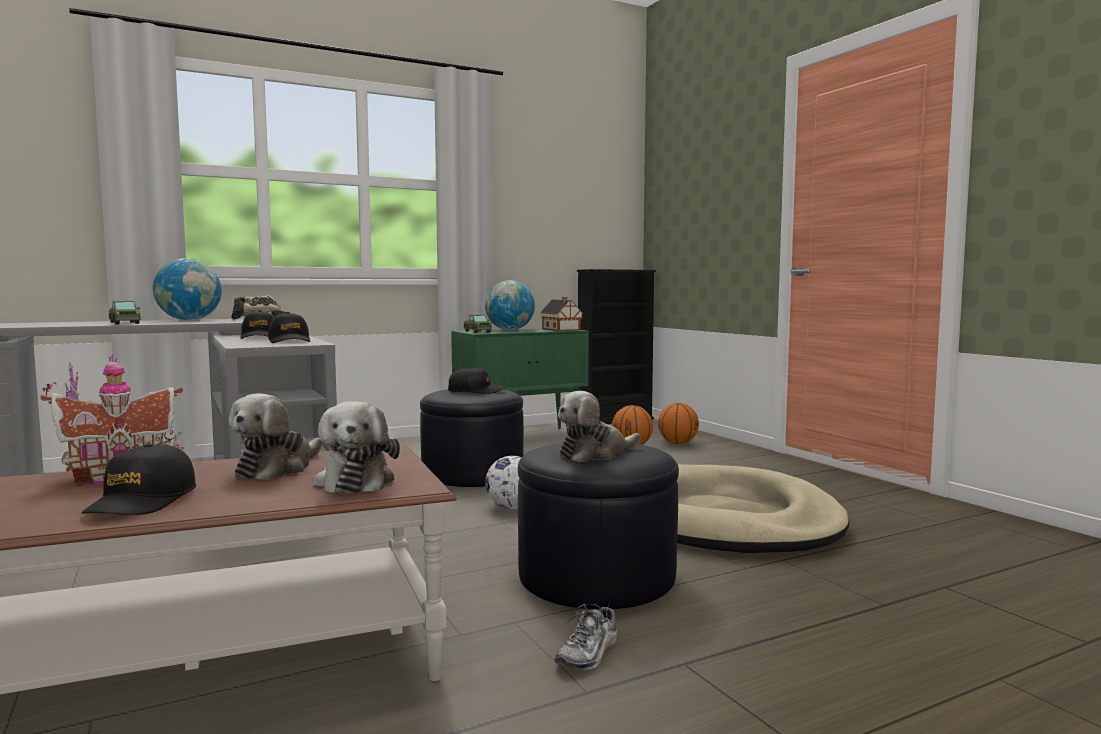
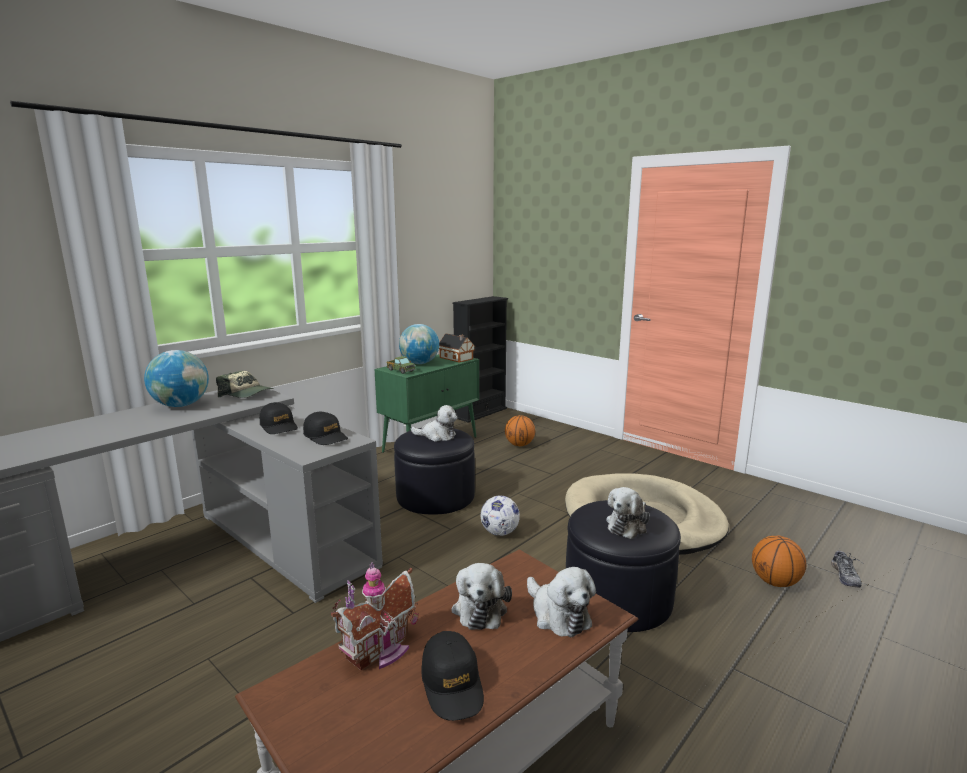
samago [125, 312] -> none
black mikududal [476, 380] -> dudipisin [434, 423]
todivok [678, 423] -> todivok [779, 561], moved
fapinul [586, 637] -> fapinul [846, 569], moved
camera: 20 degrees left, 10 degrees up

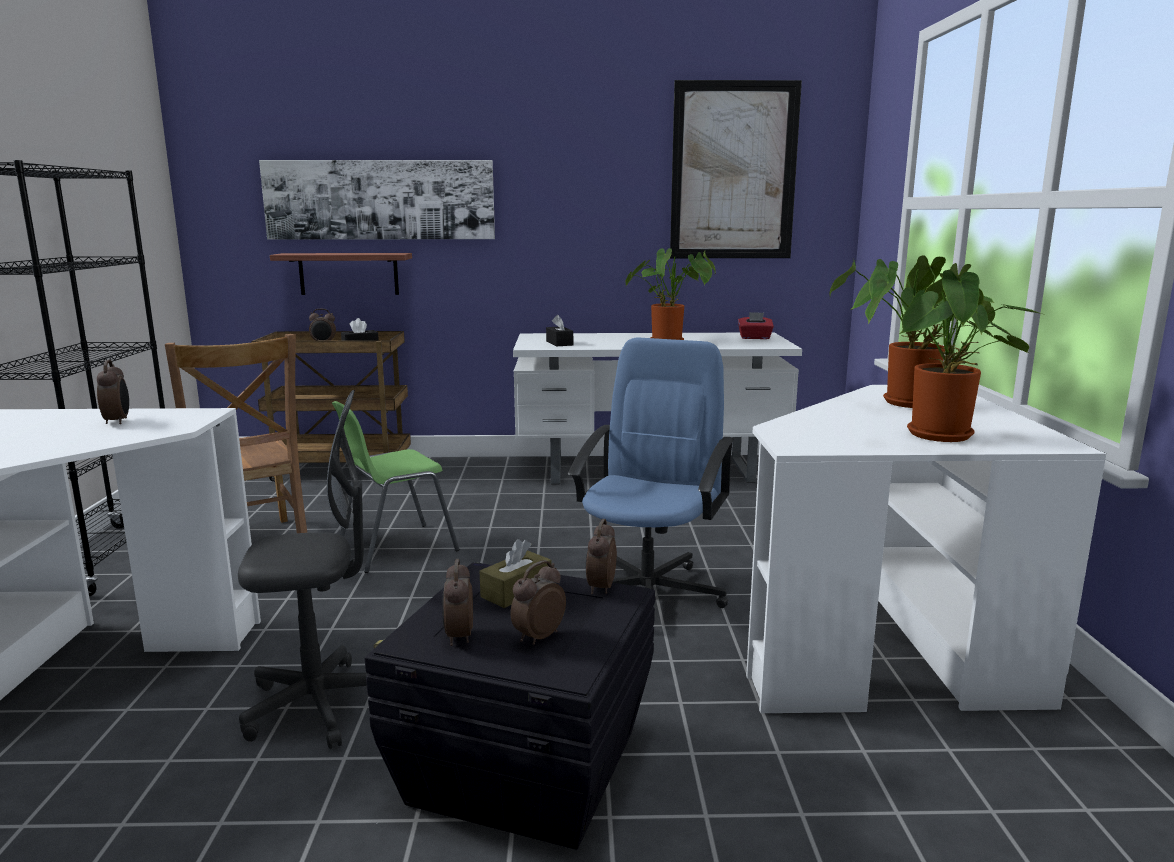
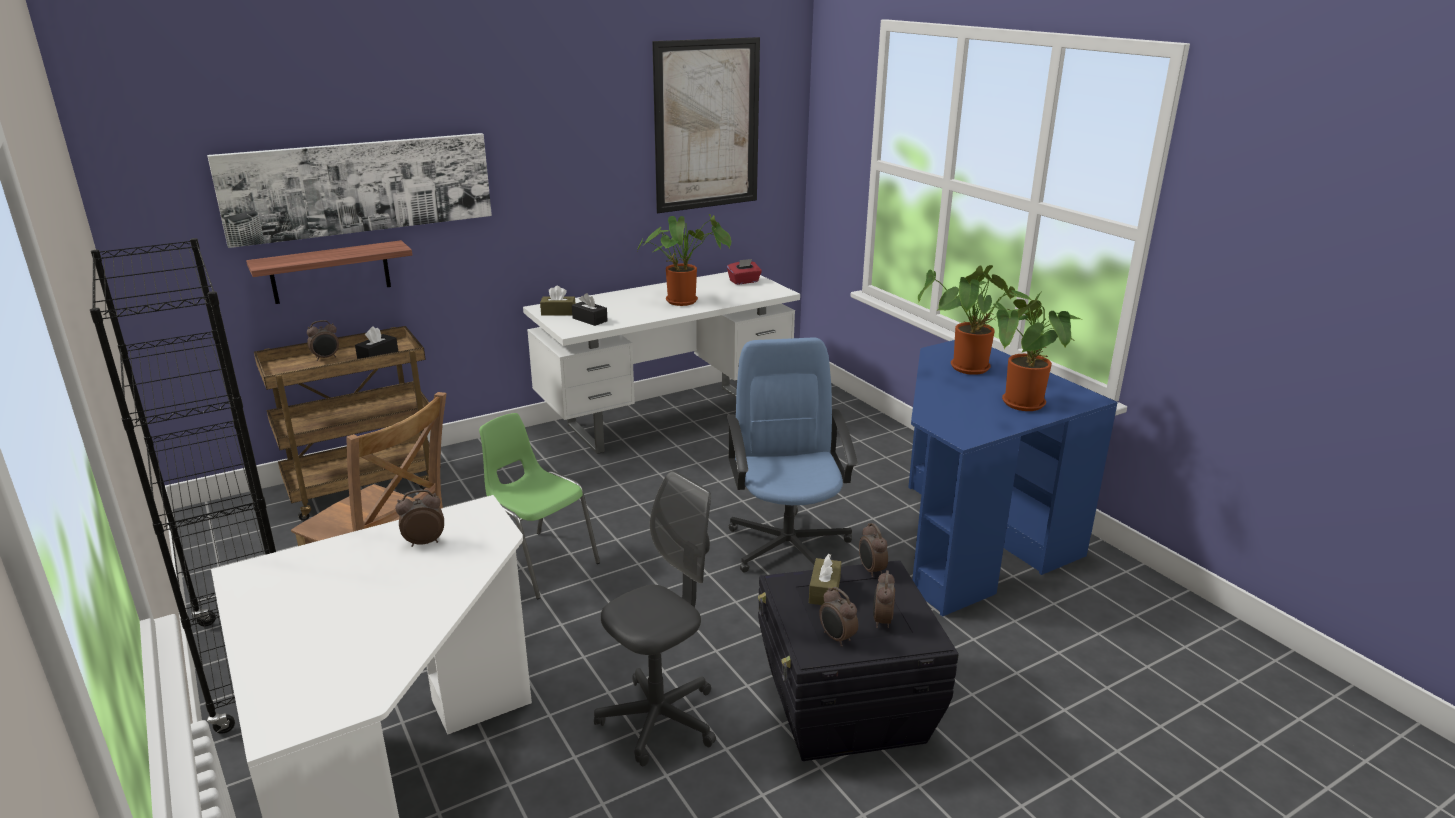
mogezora [113, 392] -> mogezora [419, 518], 60 degrees counterclockwise
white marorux [926, 549] -> blue marorux [1013, 478]
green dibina [395, 487] -> green dibina [539, 506], 105 degrees clockwise
none -> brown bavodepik [558, 301]
camera: 30 degrees left, 10 degrees up

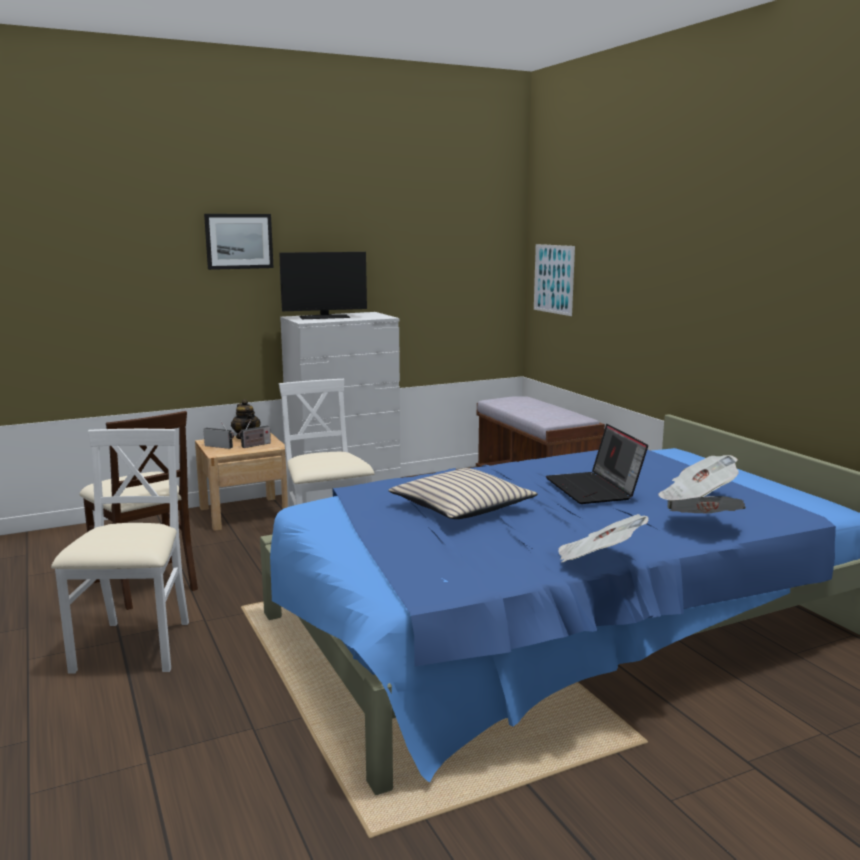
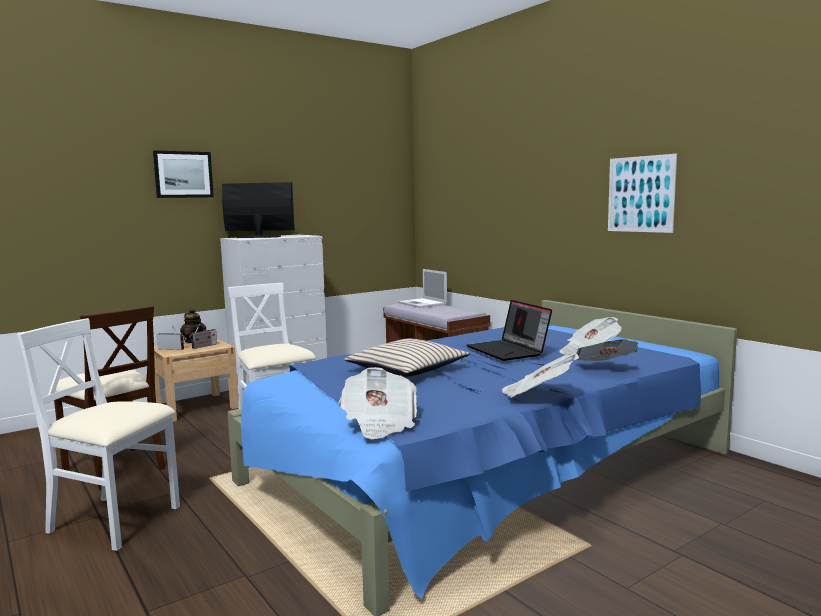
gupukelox [554, 280] -> gupukelox [642, 193], moved
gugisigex [323, 285] -> gugisigex [258, 210], 150 degrees counterclockwise
white dibina [120, 551] -> white dibina [98, 434], 60 degrees counterclockwise
none -> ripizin [422, 288]
none -> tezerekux [378, 403]
camera: 10 degrees left, 5 degrees down

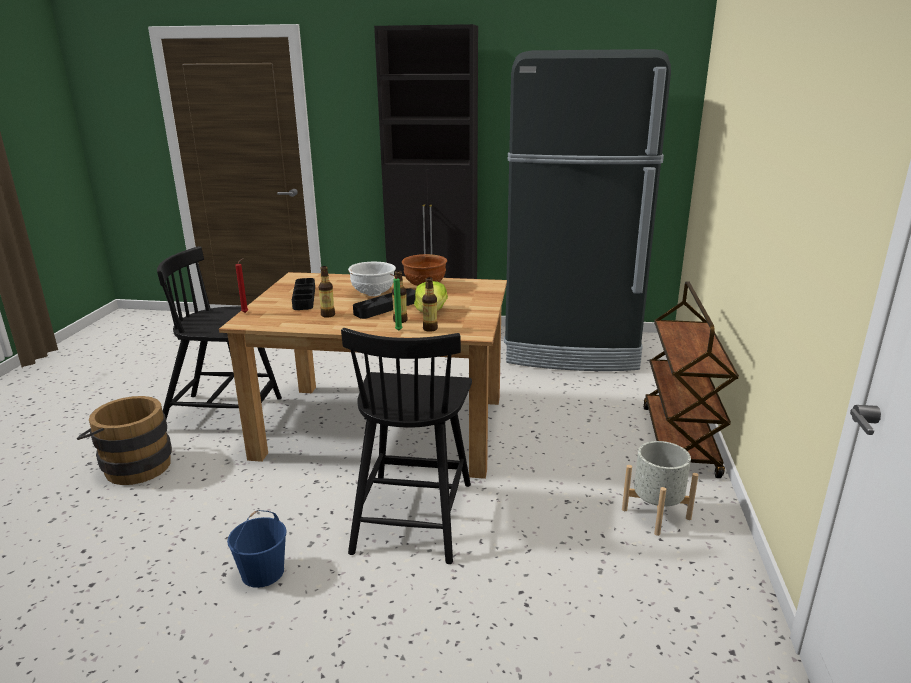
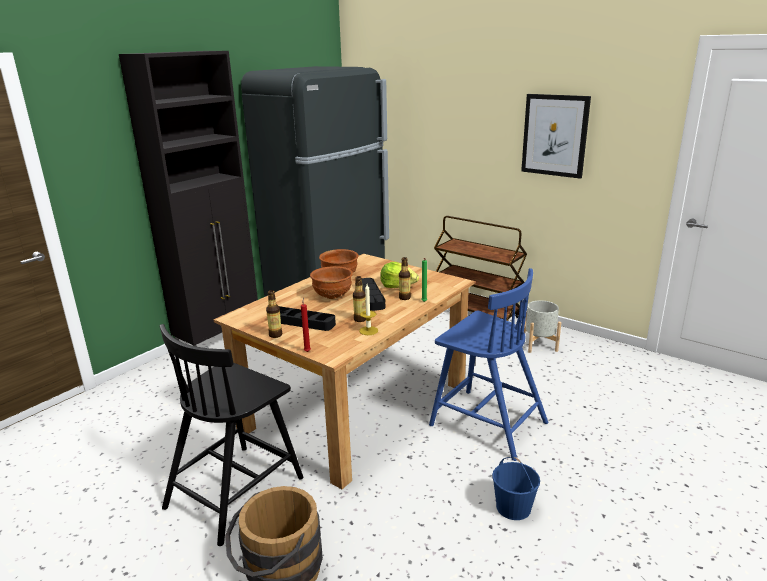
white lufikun [372, 279] -> brown lufikun [331, 282]
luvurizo [430, 304] -> luvurizo [274, 314], moved
black dibina [406, 446] -> blue dibina [488, 364]
none -> gupukelox [556, 136]
none -> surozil [368, 309]
camera: 60 degrees left, 0 degrees up

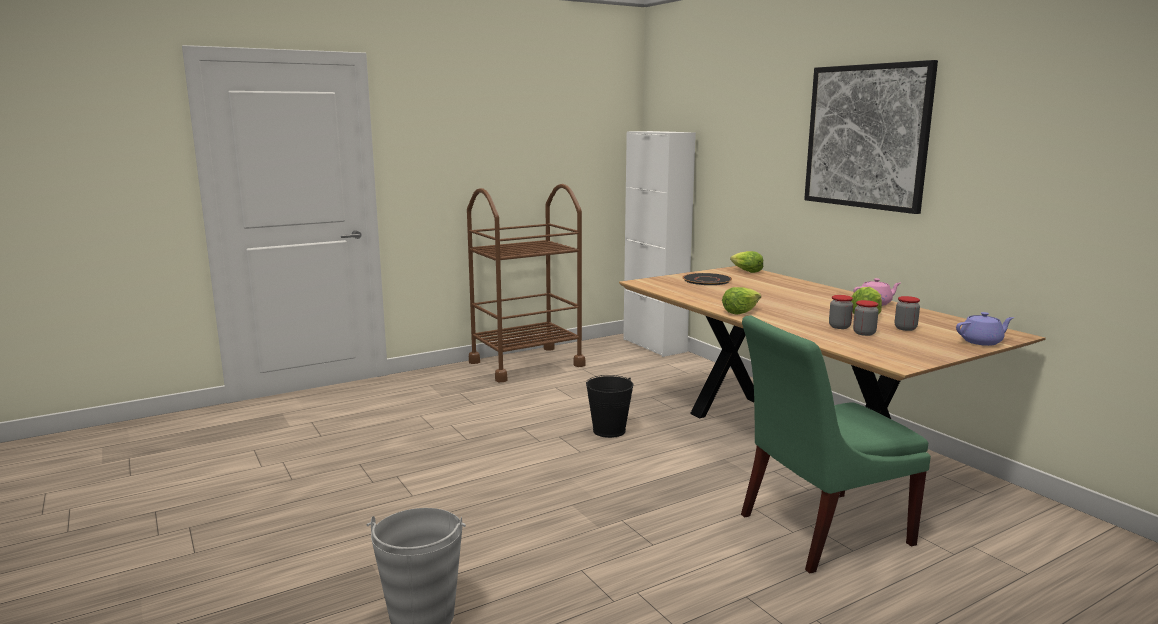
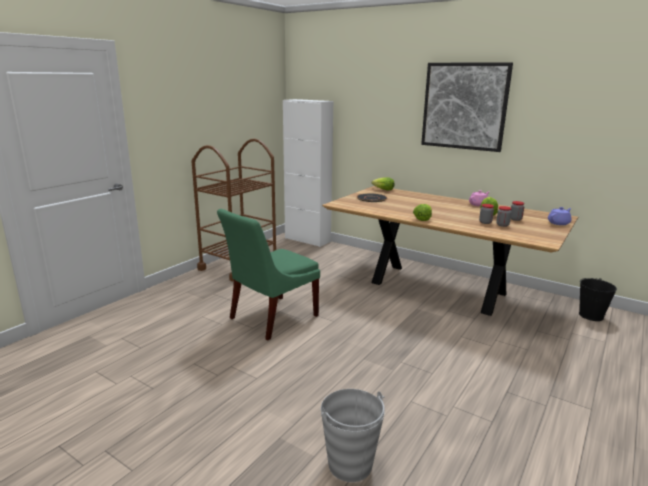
green dibina [836, 444] -> green dibina [268, 275], moved
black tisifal [610, 406] -> black tisifal [598, 299], moved
camera: 25 degrees left, 5 degrees up

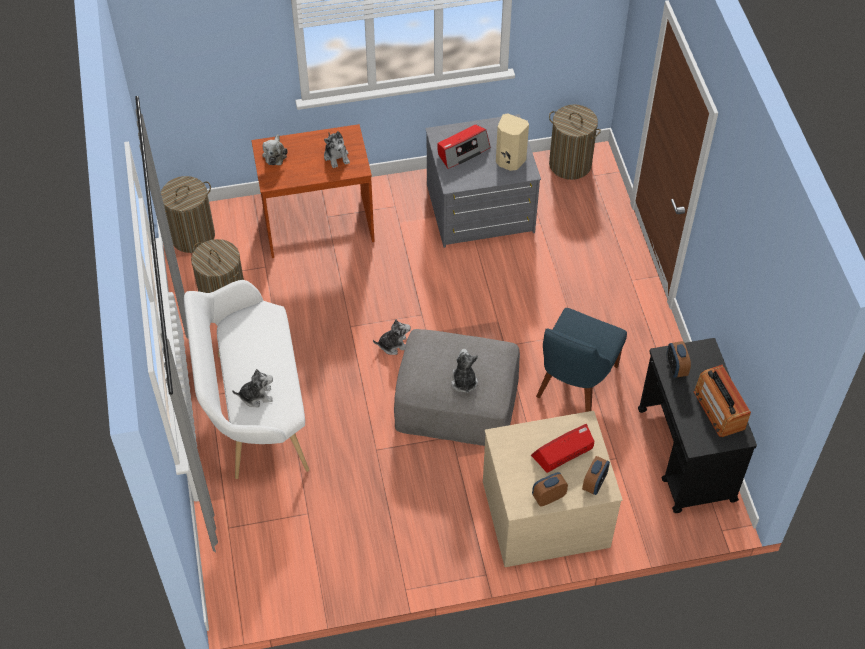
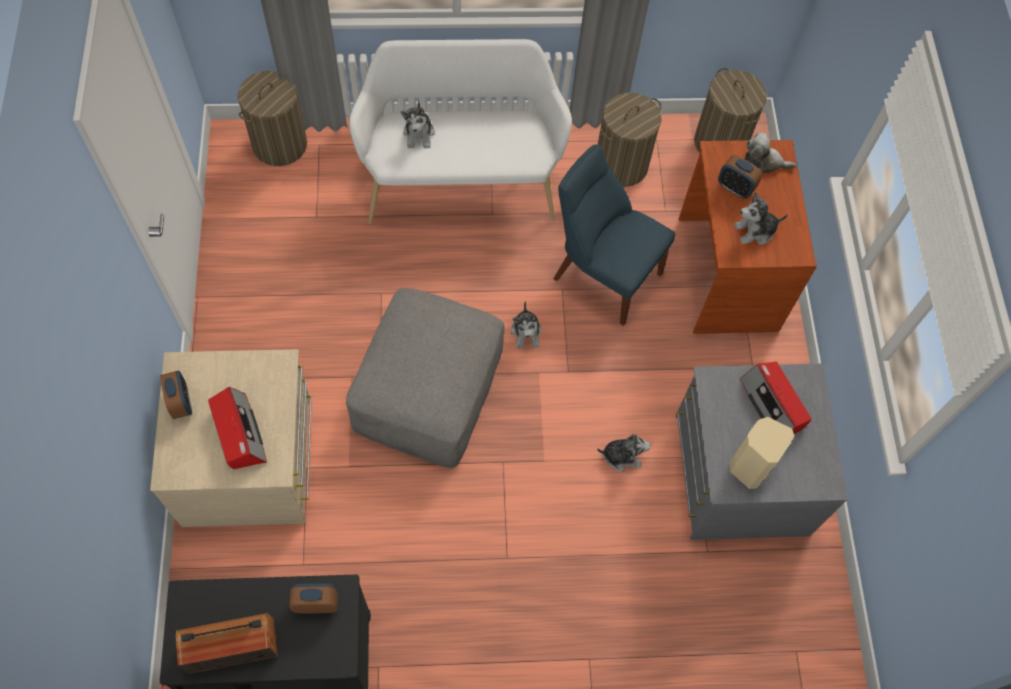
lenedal [575, 142] -> lenedal [272, 118], moved
blue dibina [581, 360] -> blue dibina [614, 235], moved
dudipisin [464, 371] -> dudipisin [624, 453], moved
mogezora [596, 475] -> mogezora [740, 177], moved
camera: 95 degrees right, 10 degrees up

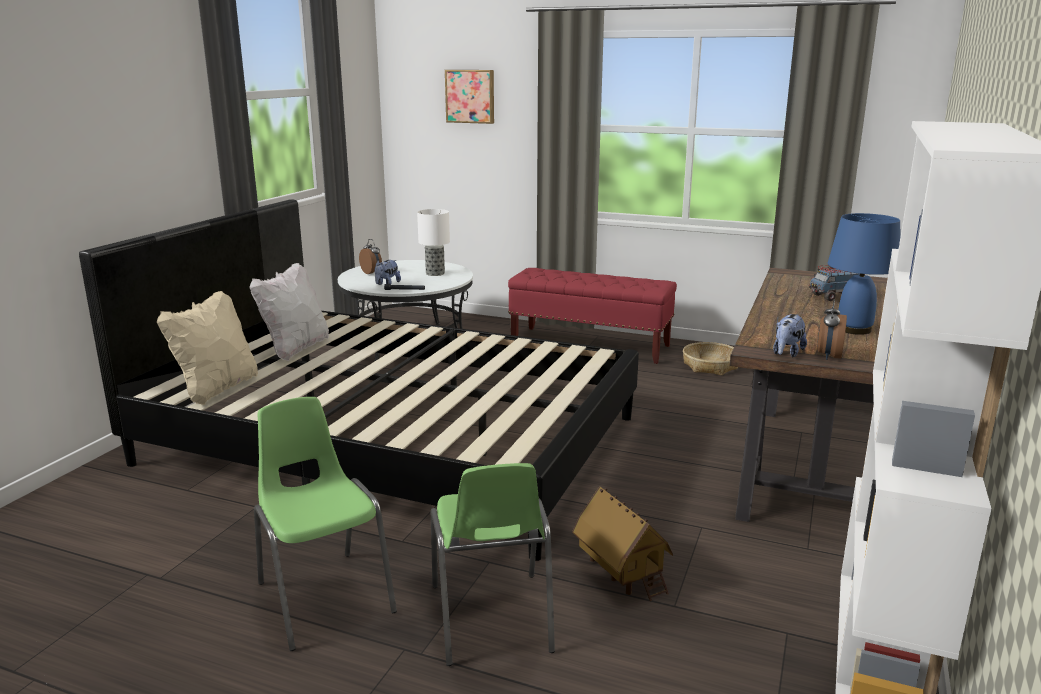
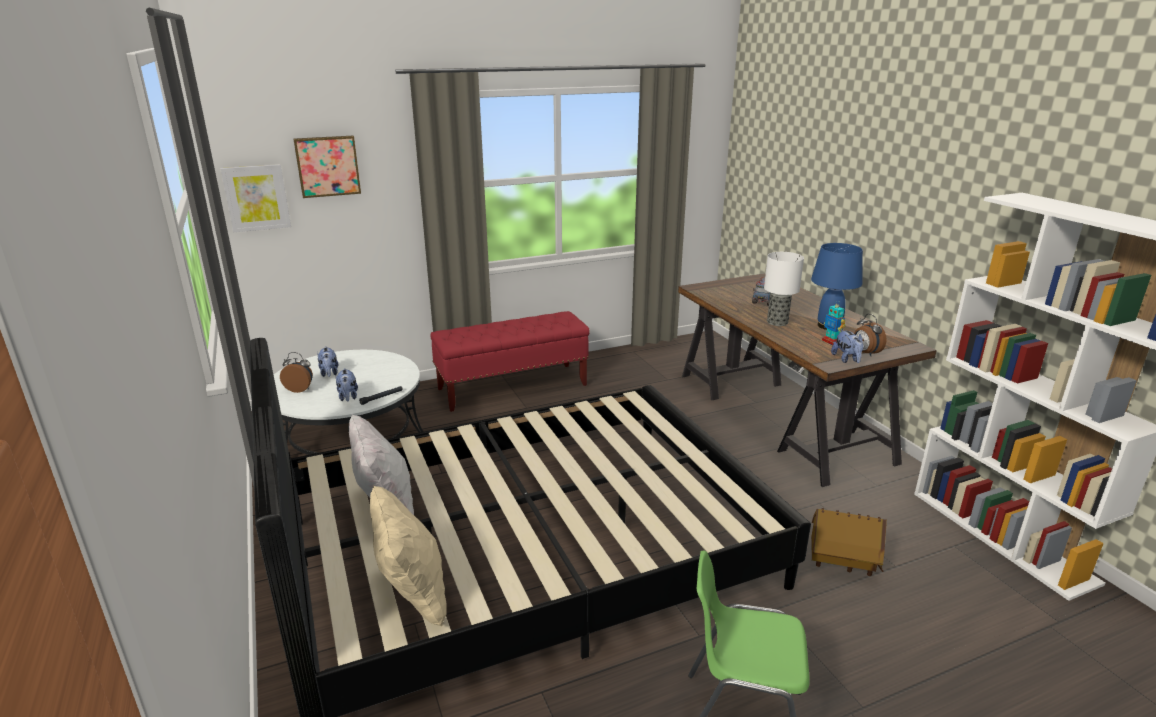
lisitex [433, 242] -> lisitex [784, 289], moved
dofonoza [710, 358] -> none
green dibina [493, 564] -> none
none -> gupukelox [256, 198]
none -> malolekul [834, 323]
none -> dudipisin [327, 362]
camera: 45 degrees left, 5 degrees up

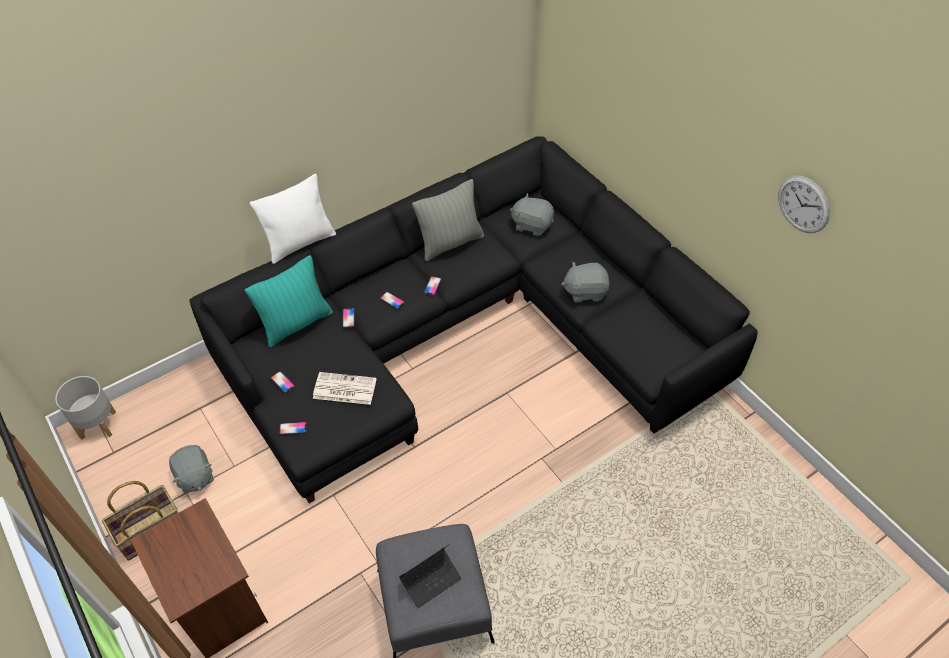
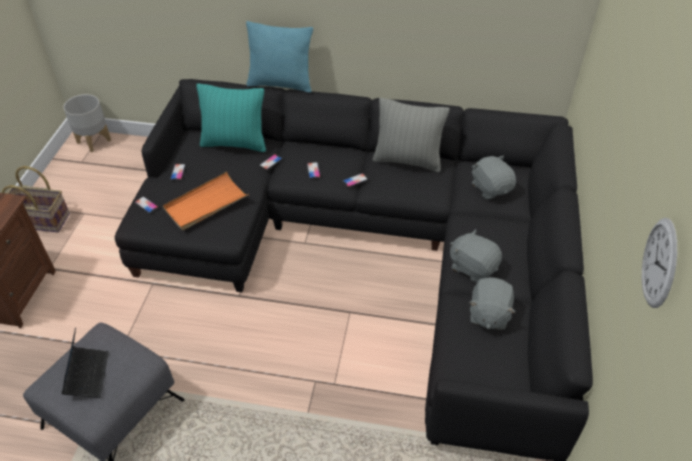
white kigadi [293, 219] -> turquoise kigadi [279, 57]
tezerekux [345, 388] -> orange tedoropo [206, 201]
grey dudipisin [191, 469] -> grey dudipisin [492, 303], moved
ripizin [430, 576] -> ripizin [85, 363], 105 degrees counterclockwise
camera: 45 degrees right, 5 degrees down

